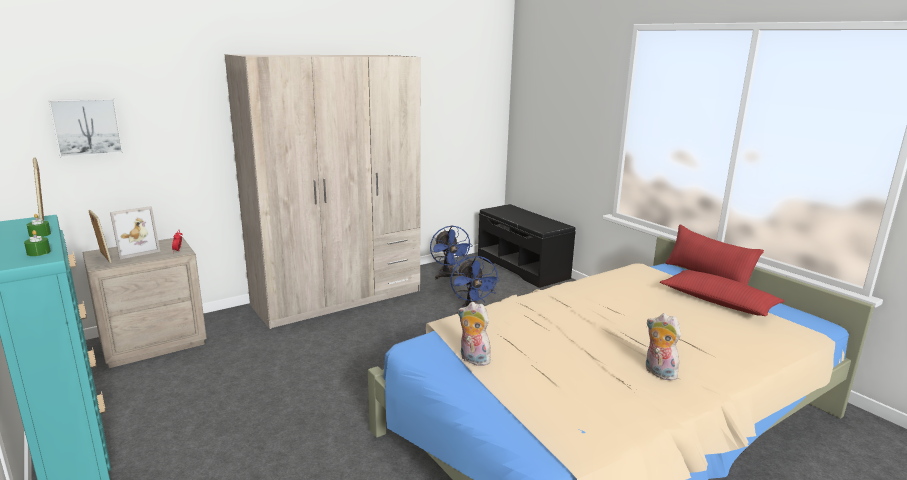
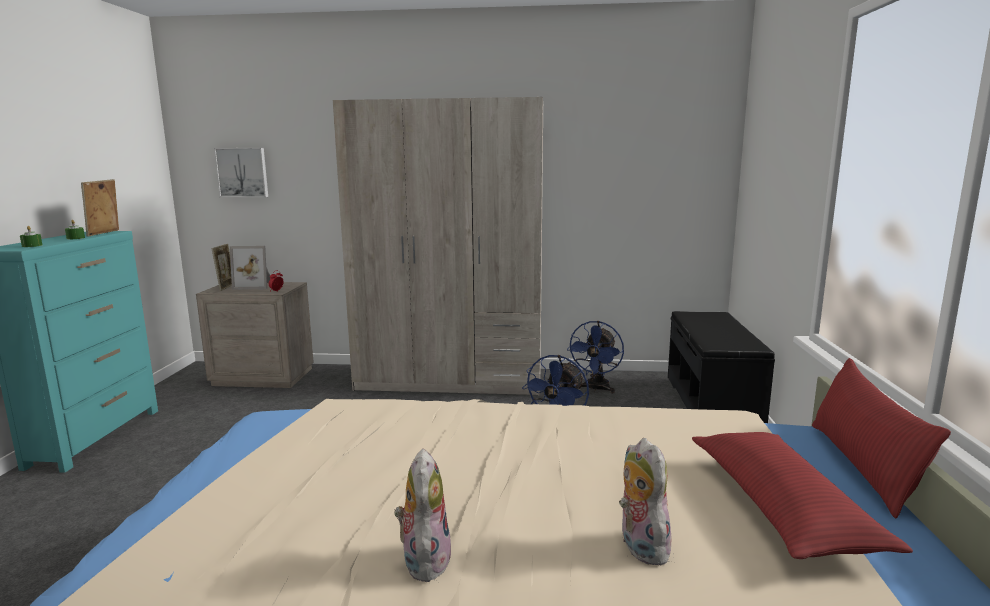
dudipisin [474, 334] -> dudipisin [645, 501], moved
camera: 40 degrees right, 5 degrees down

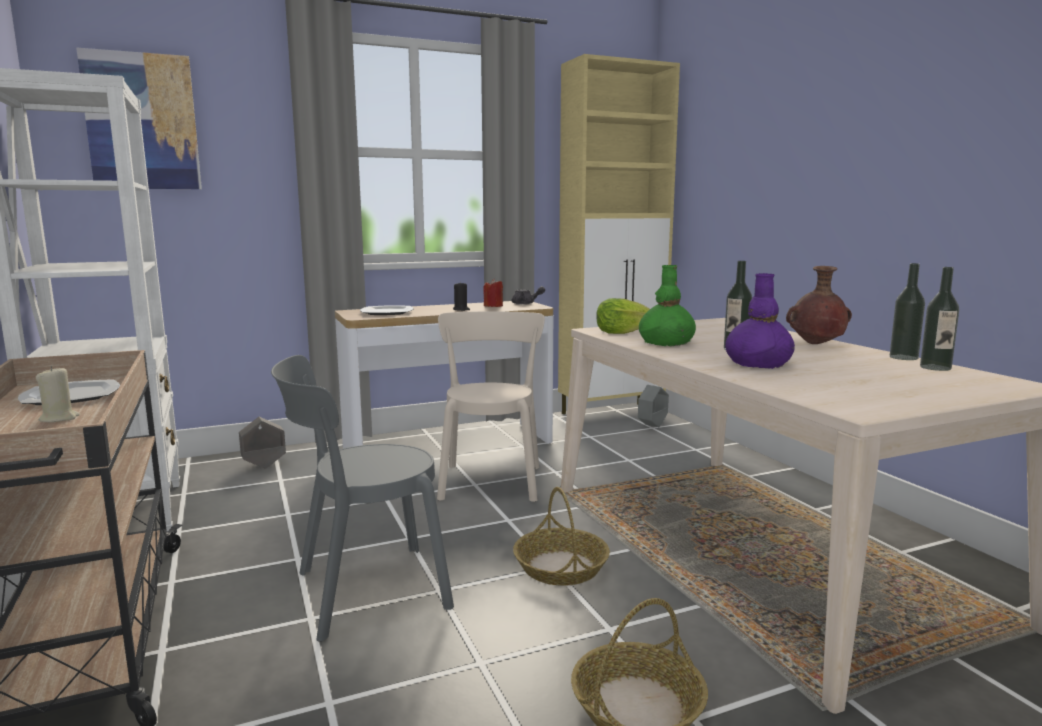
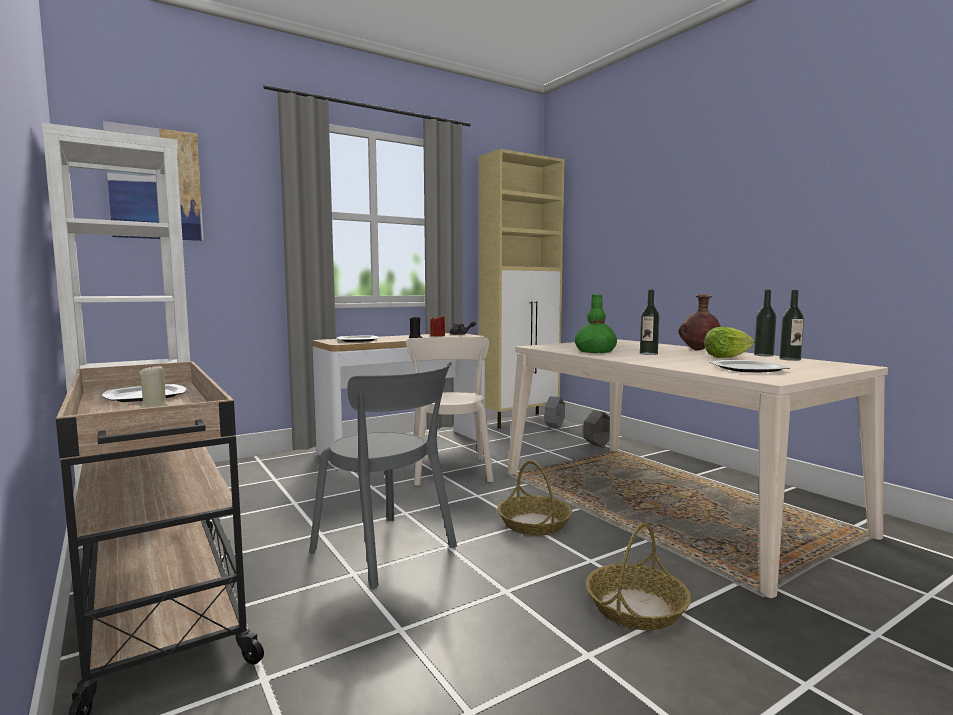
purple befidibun [760, 321] -> none
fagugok [623, 316] -> fagugok [729, 342], moved
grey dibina [362, 498] -> grey dibina [383, 475], 105 degrees counterclockwise
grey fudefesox [262, 443] -> grey fudefesox [596, 429], moved
none -> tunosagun [749, 366]
camera: 10 degrees left, 5 degrees down

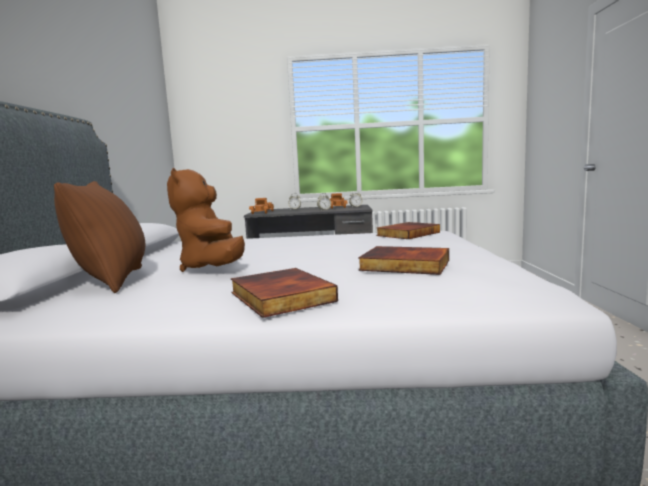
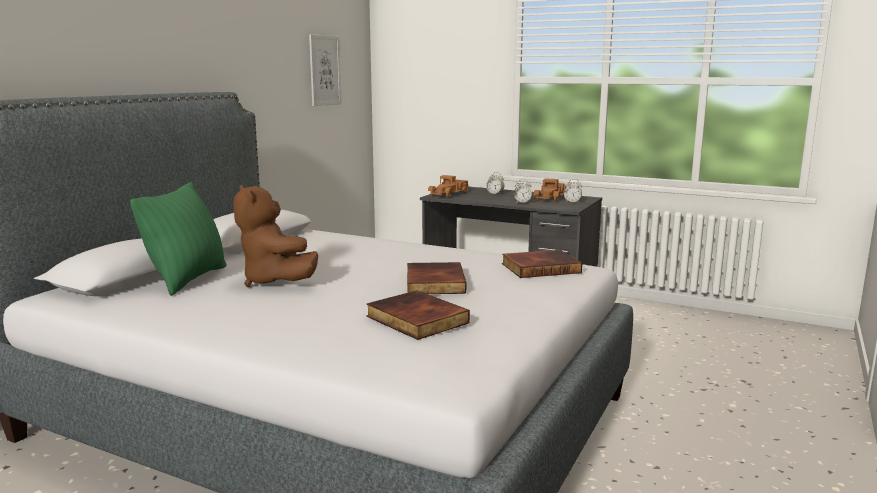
brown dudipisin [206, 220] -> brown dudipisin [275, 236], 45 degrees counterclockwise
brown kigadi [99, 237] -> green kigadi [178, 239]
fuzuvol [284, 293] -> fuzuvol [436, 278], moved
none -> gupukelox [325, 70]
camera: 25 degrees right, 5 degrees up

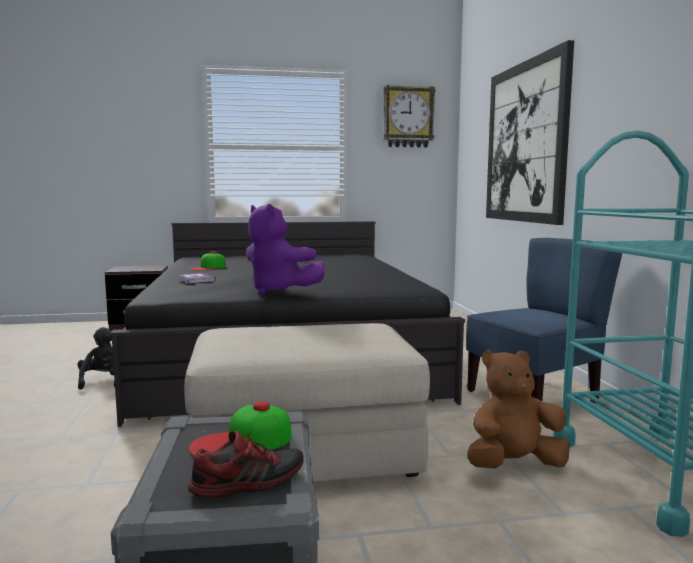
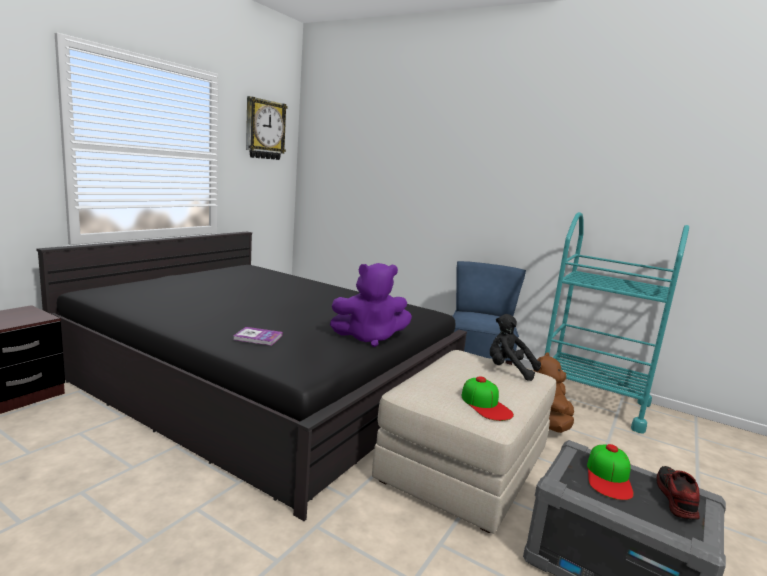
gupukelox [530, 132] -> none
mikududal [207, 261] -> mikududal [487, 398], moved
black dudipisin [96, 358] -> black dudipisin [515, 347], moved
camera: 50 degrees left, 5 degrees up

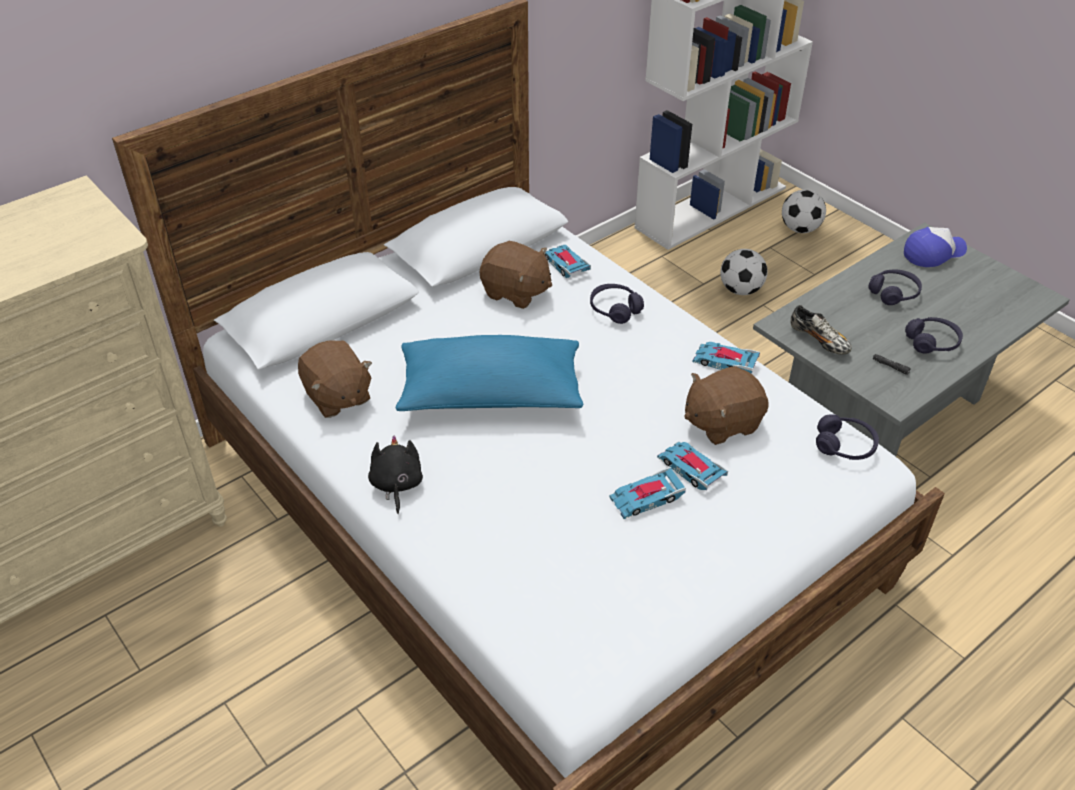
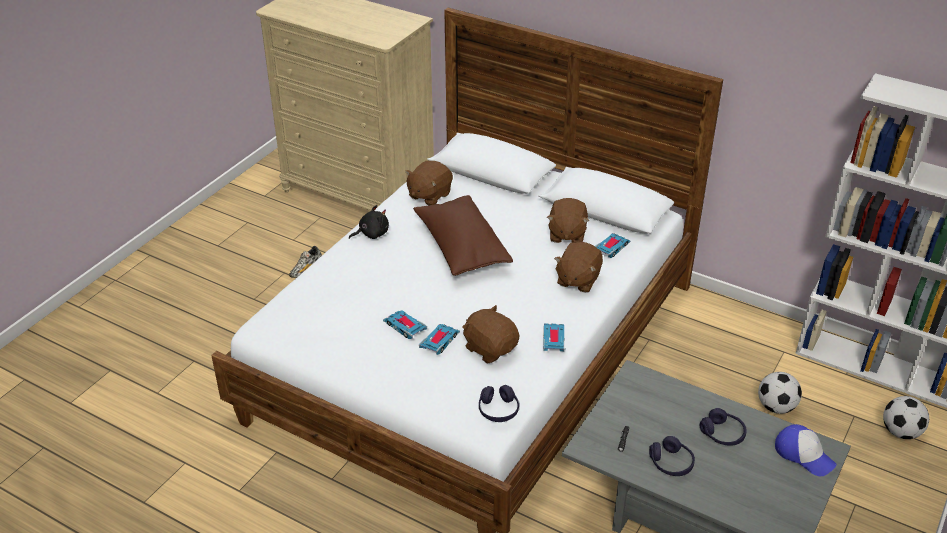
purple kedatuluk [617, 304] -> brown dudipisin [578, 267]
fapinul [821, 330] -> fapinul [305, 262], moved
blue kigadi [489, 373] -> brown kigadi [463, 235]
camera: 70 degrees right, 5 degrees down

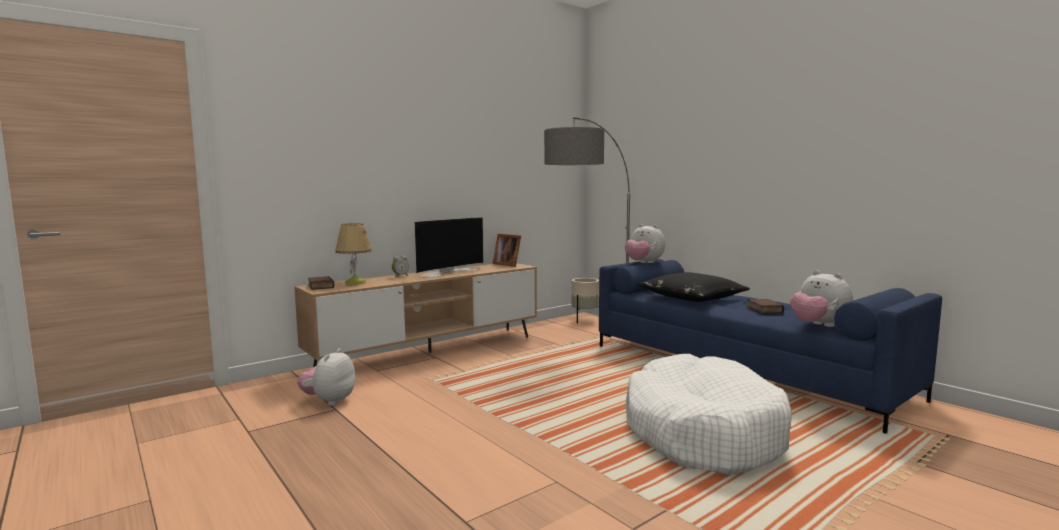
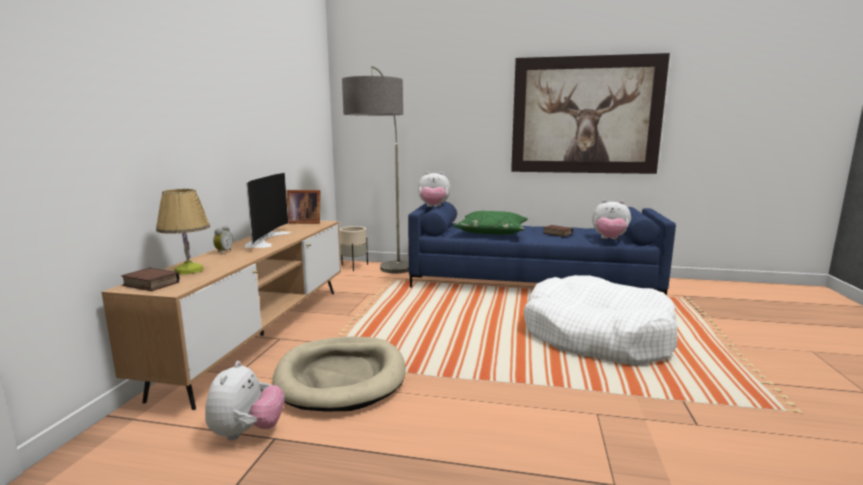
black kigadi [694, 287] -> green kigadi [491, 223]
dudipisin [326, 377] -> dudipisin [245, 401], 150 degrees counterclockwise
none -> gupukelox [590, 113]
none -> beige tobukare [339, 373]
camera: 40 degrees left, 5 degrees up

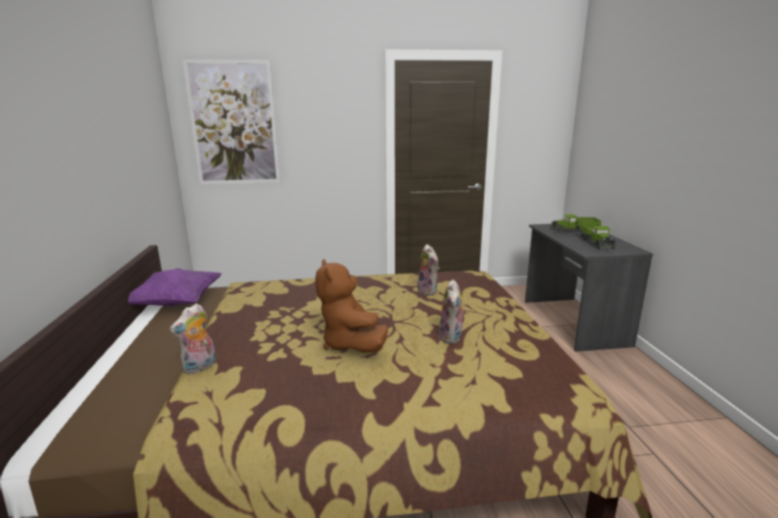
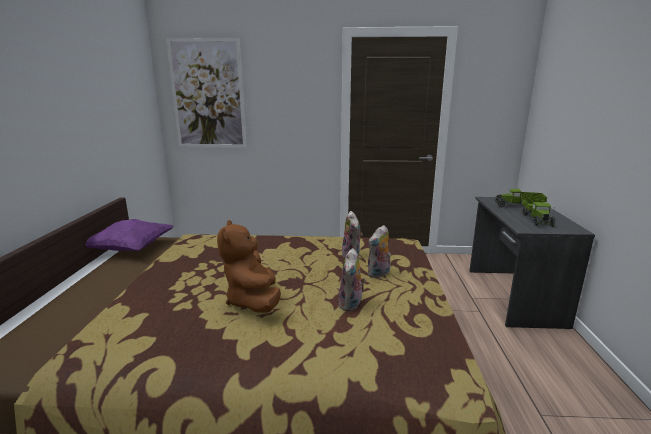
dudipisin [193, 339] -> dudipisin [379, 251], moved
camera: 10 degrees right, 0 degrees up

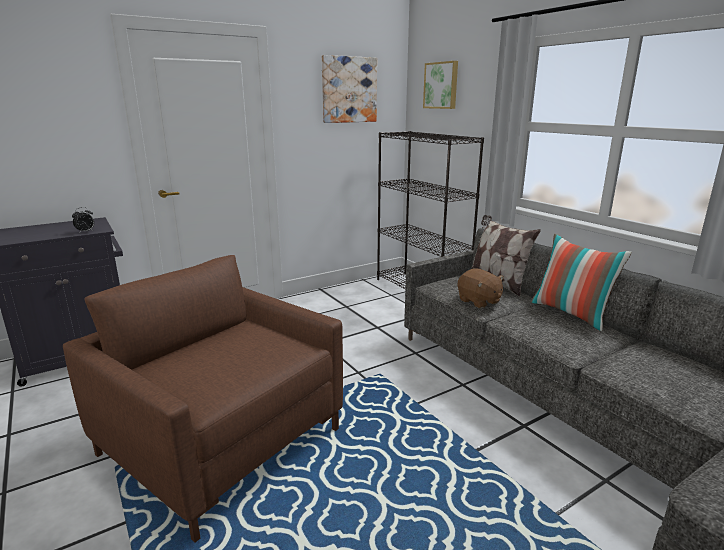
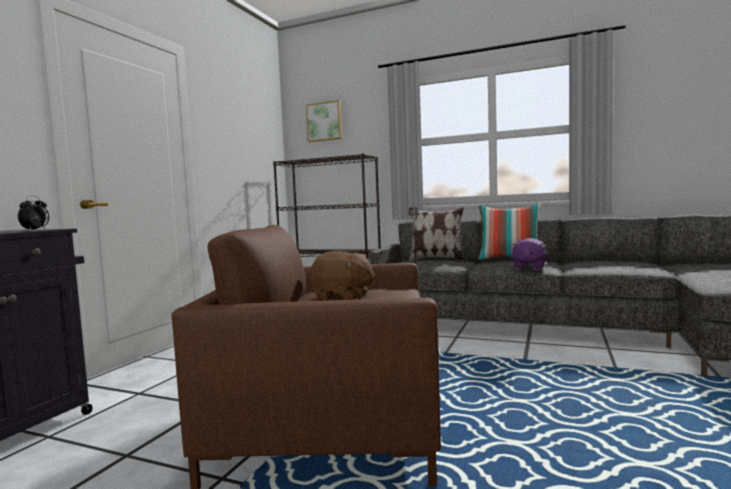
gupukelox [349, 89] -> none
brown dudipisin [481, 288] -> brown dudipisin [342, 275], moved
none -> purple dudipisin [528, 254]
camera: 35 degrees left, 15 degrees down

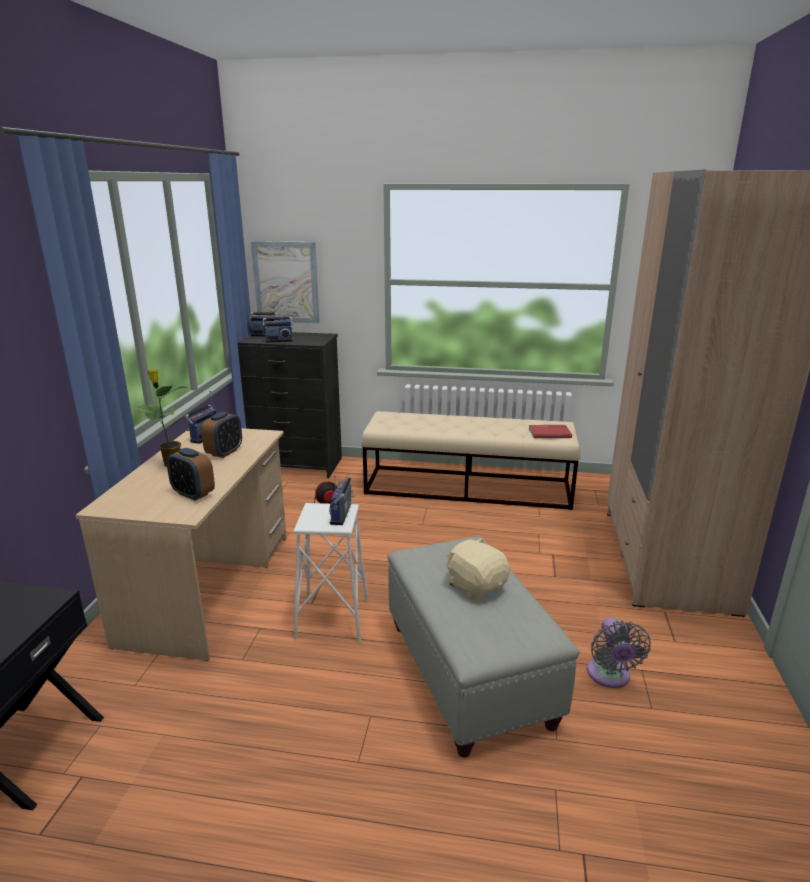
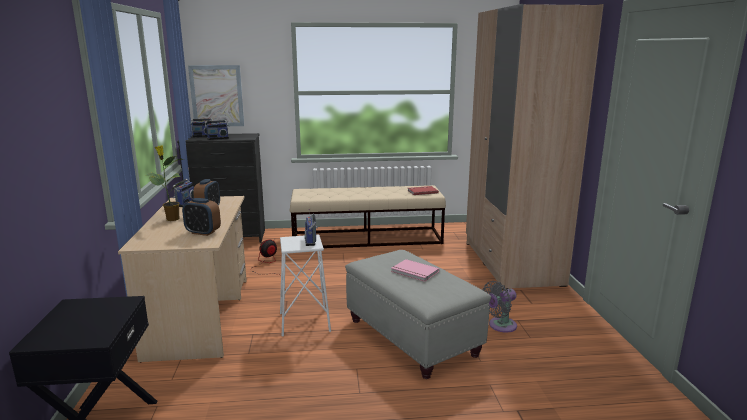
beige dudipisin [478, 569] -> pink fuzuvol [415, 270]
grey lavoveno [619, 652] -> grey lavoveno [499, 307], 75 degrees clockwise
camera: 15 degrees left, 5 degrees down

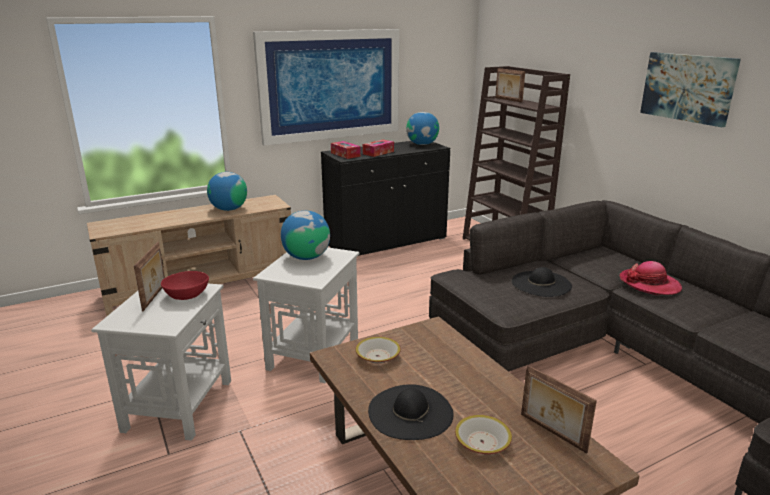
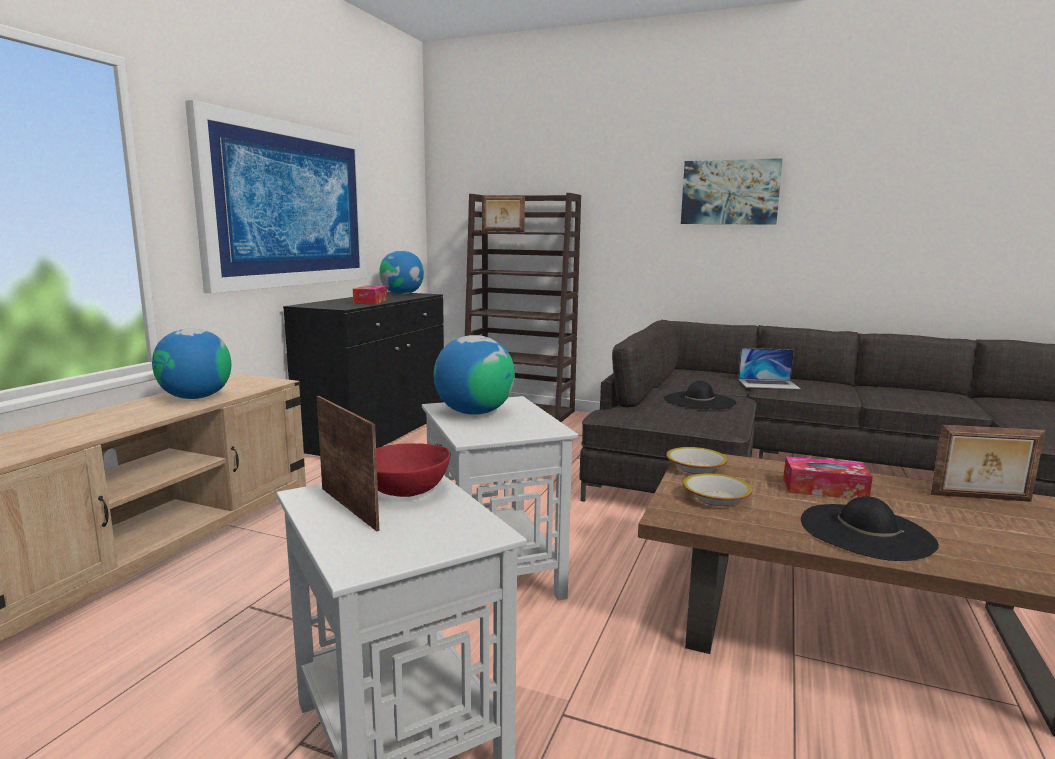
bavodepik [346, 150] -> bavodepik [828, 477], moved
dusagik [651, 278] -> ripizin [769, 368]
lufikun [483, 434] -> lufikun [696, 460], moved
camera: 40 degrees left, 10 degrees down

